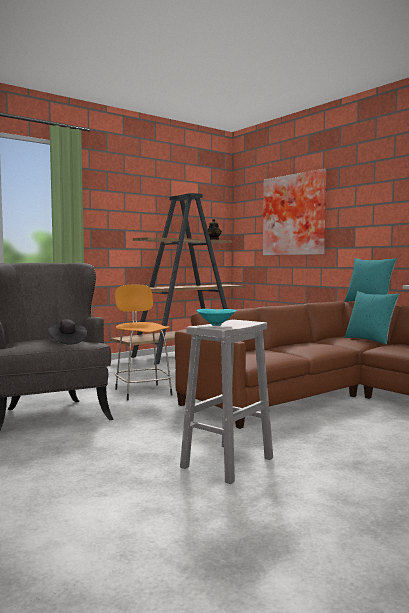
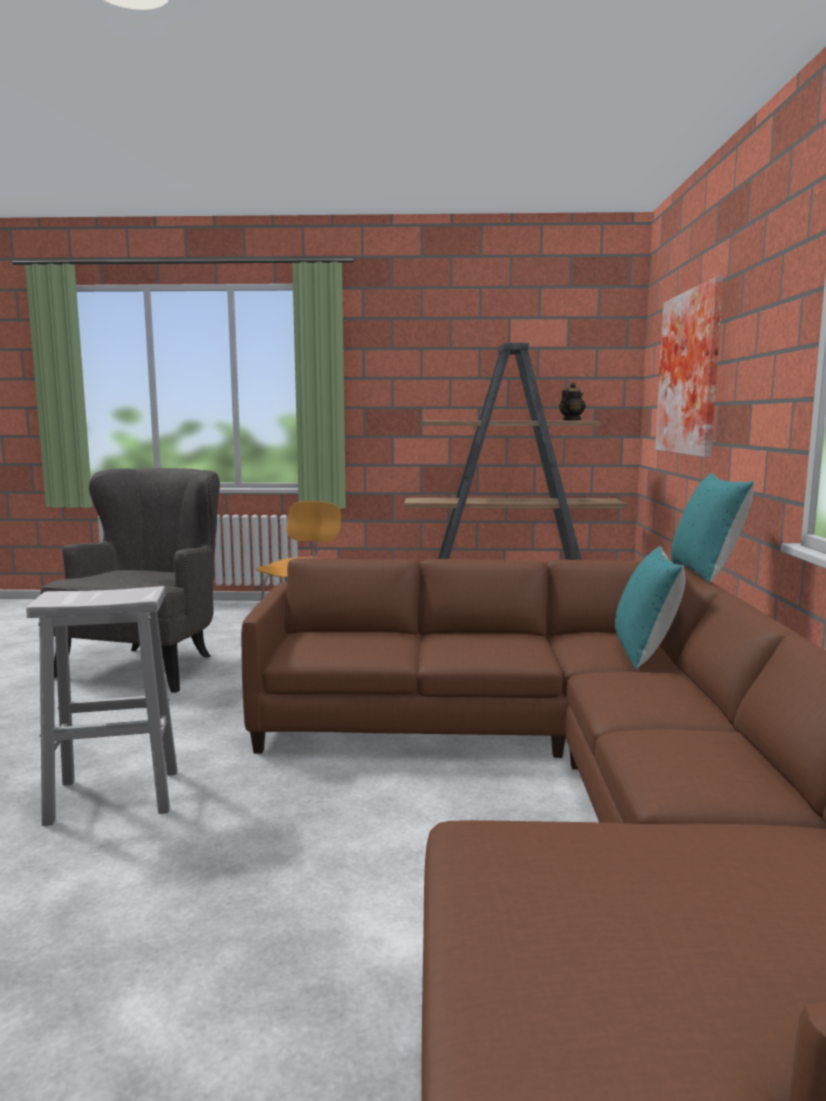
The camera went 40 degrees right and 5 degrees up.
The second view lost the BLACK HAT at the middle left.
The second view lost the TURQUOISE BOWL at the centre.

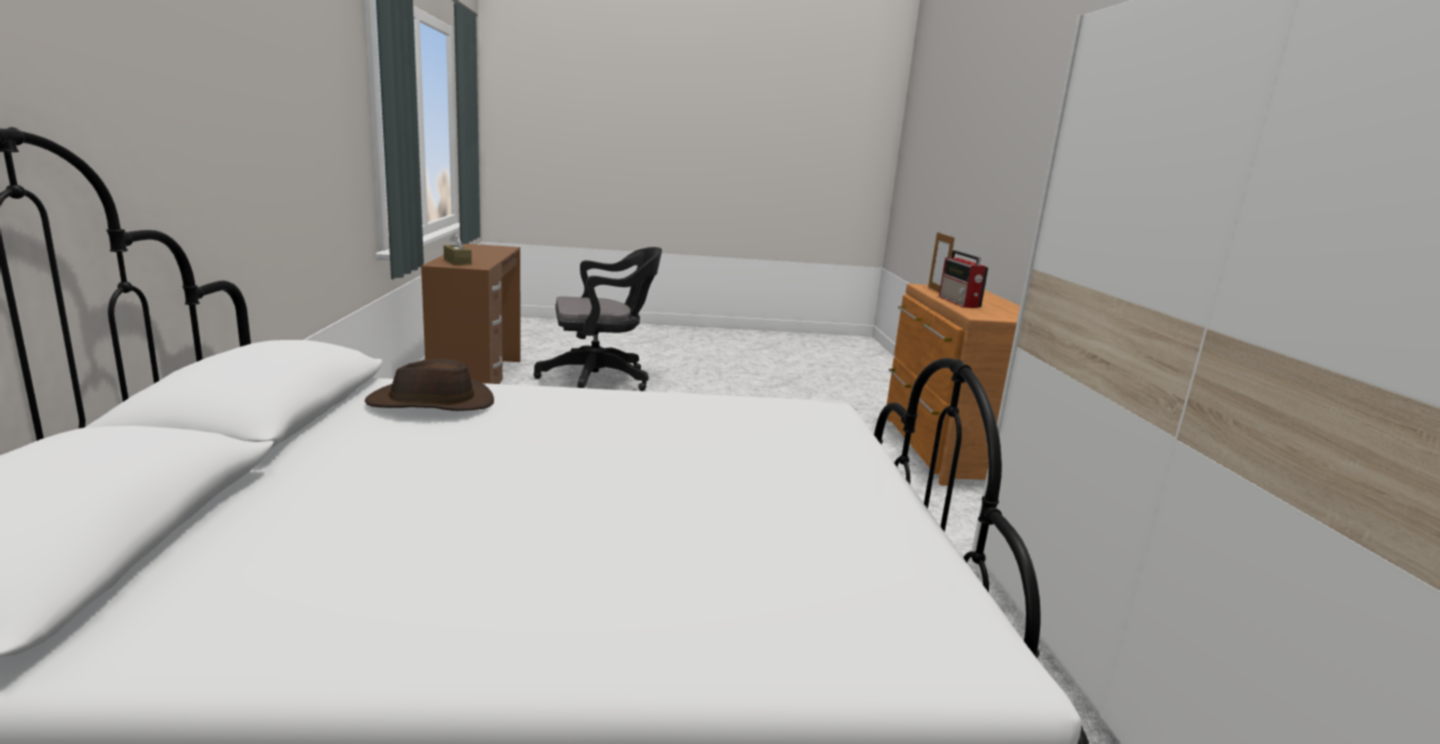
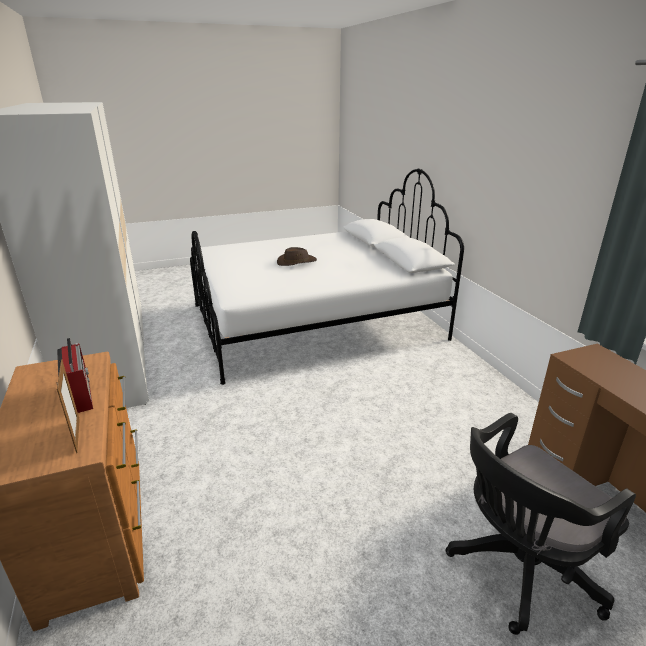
The camera went 165 degrees right and 10 degrees up.
The second view lost the BROWN TISSUE BOX at the middle left.
The BROWN HAT ended up elsewhere, having gone from the middle left to the centre.

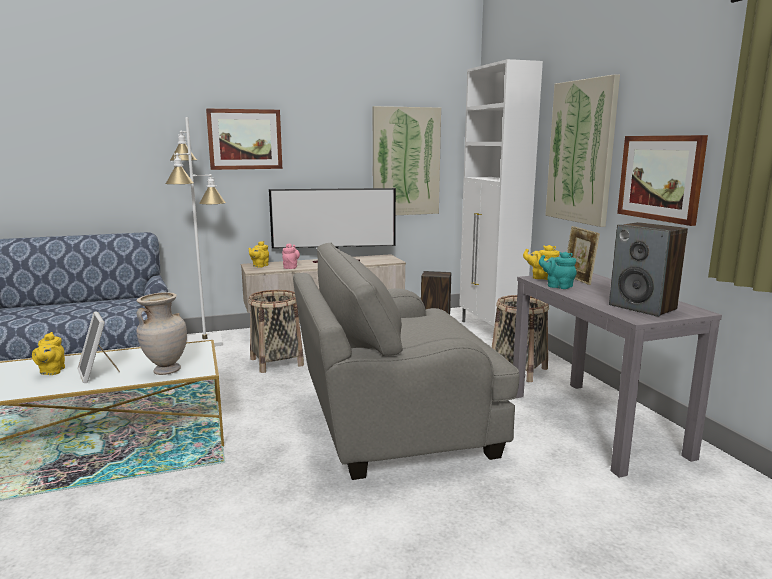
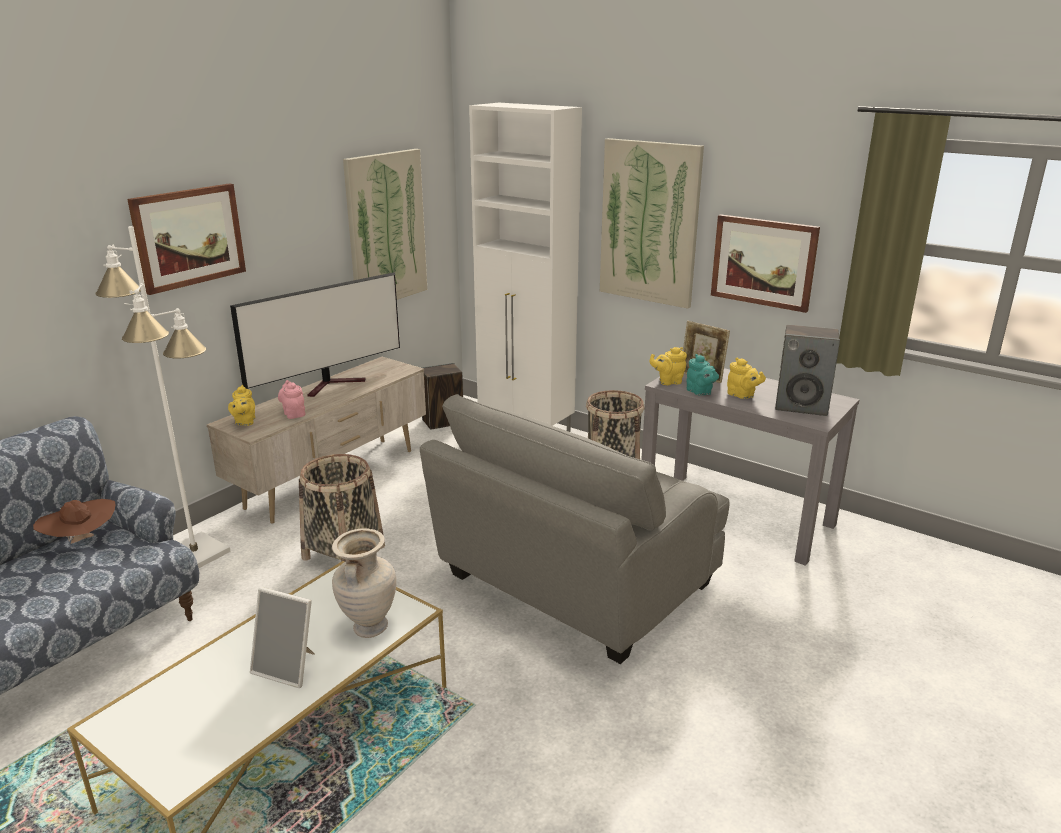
The camera went 35 degrees left and 10 degrees up.
The second view gained the BROWN HAT at the middle left.
The YELLOW TEAPOT (no. 1 from left in the first image) ended up elsewhere, having gone from the middle left to the middle right.
The TURQUOISE TEAPOT at the middle right ended up facing another way, 120 degrees counterclockwise from before.

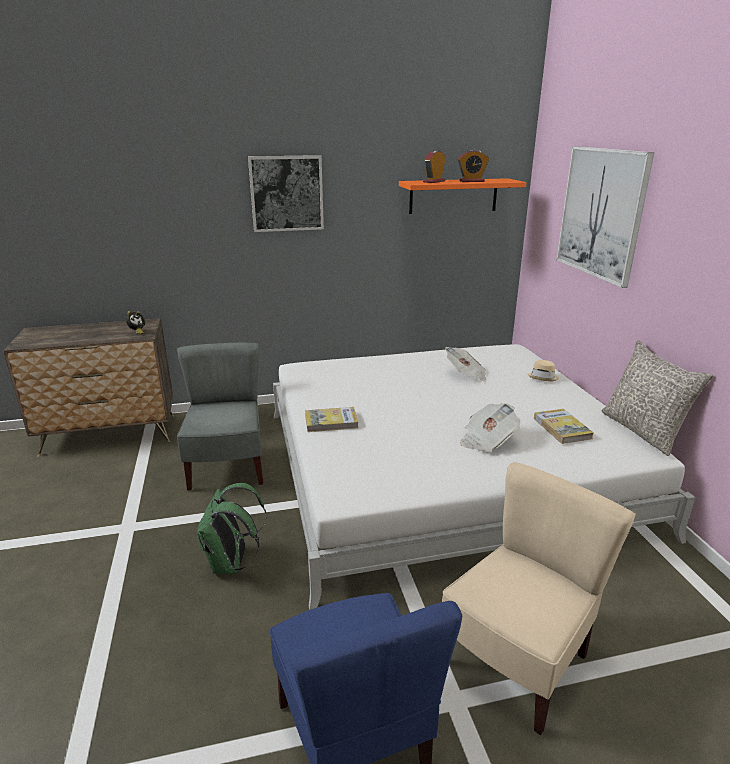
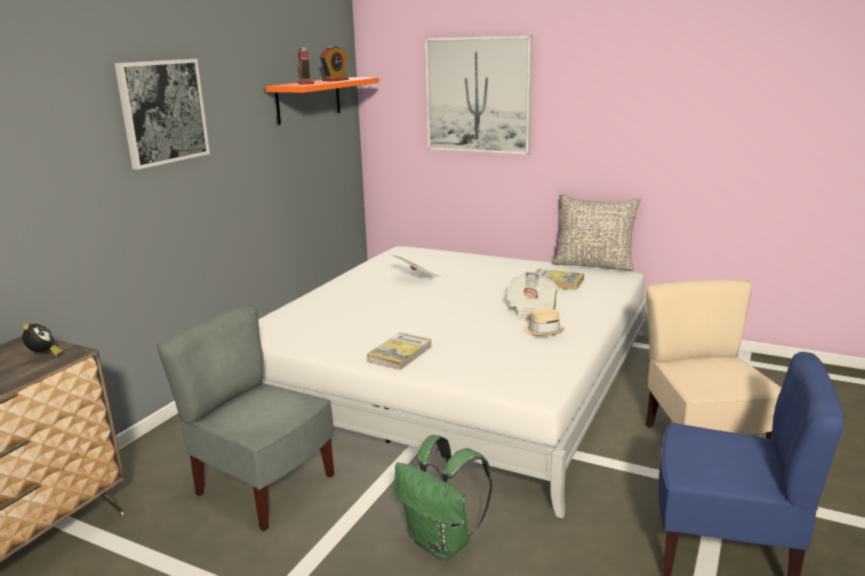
The camera went 50 degrees left and 5 degrees down.
The BEIGE HAT ended up elsewhere, having gone from the middle right to the centre.

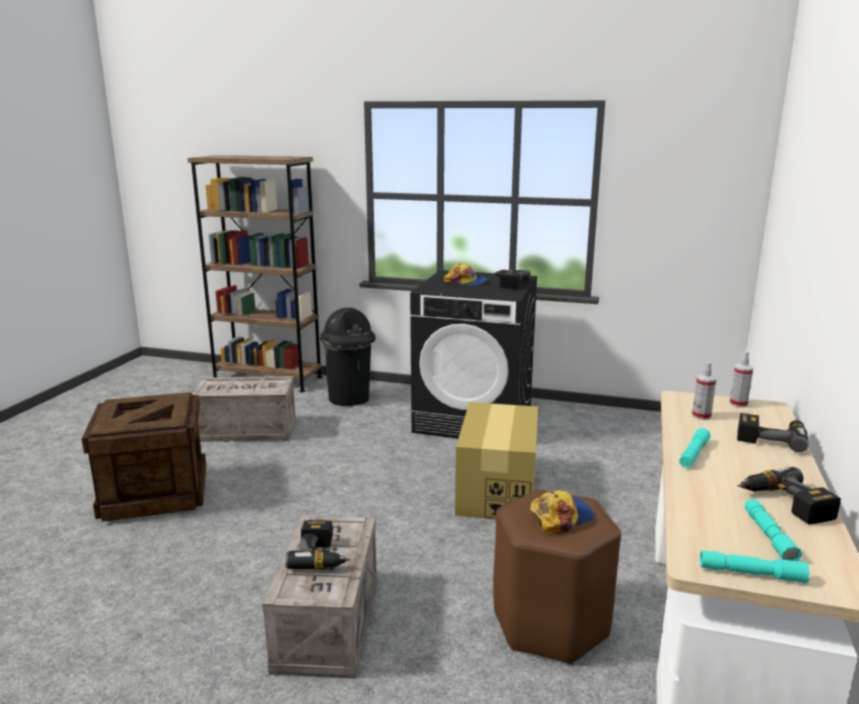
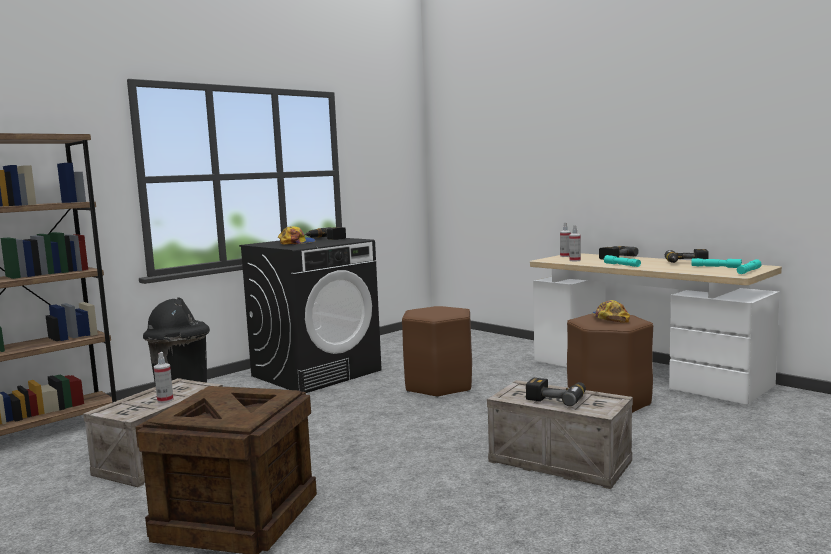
The camera went 60 degrees left and 10 degrees down.
The second view gained the SPRAY BOTTLE (no. 1 from left) at the bottom left.
Where the CARDBOARD BOX stood at the centre, the BROWN STOOL (no. 1 from left) came to stand at the centre.

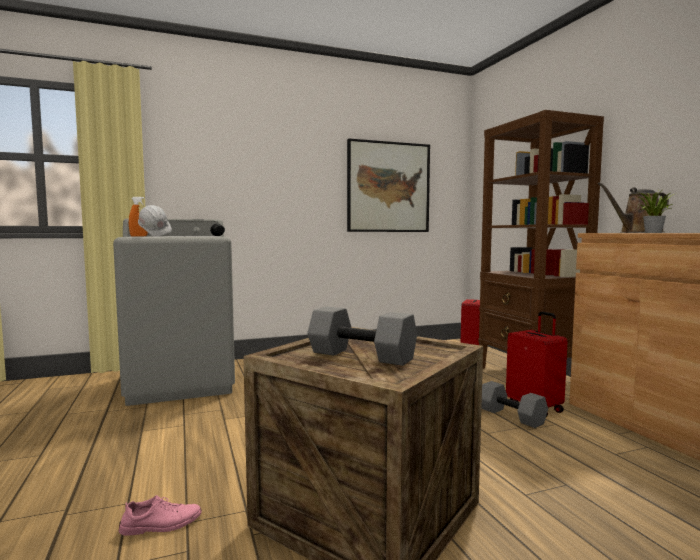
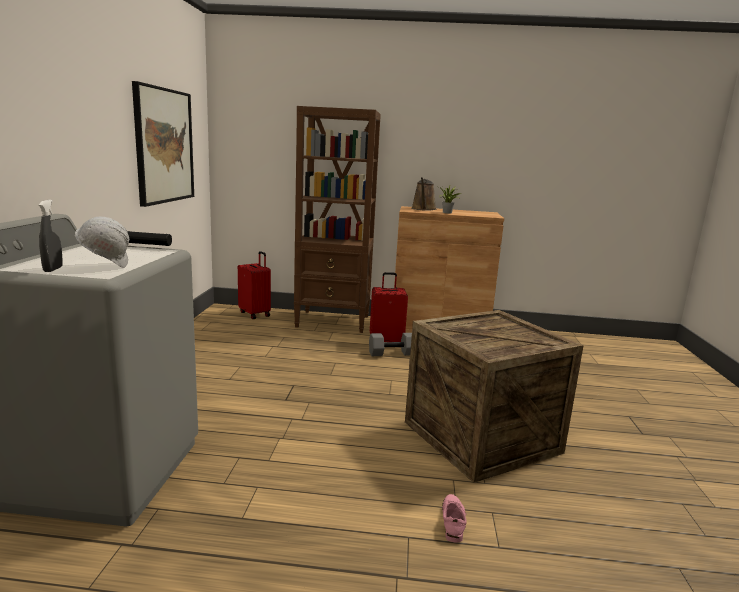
The camera went 65 degrees left and 10 degrees up.
The second view lost the GREY DUMBBELL (no. 1 from left) at the centre.
What was the ORANGE SPRAY BOTTLE at the middle left turned into the GREY SPRAY BOTTLE at the middle left.

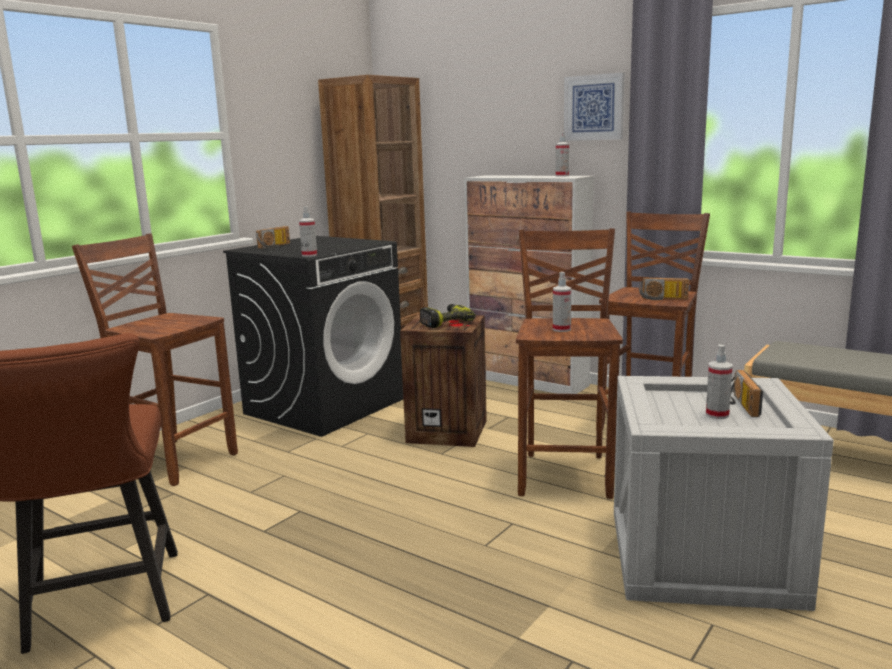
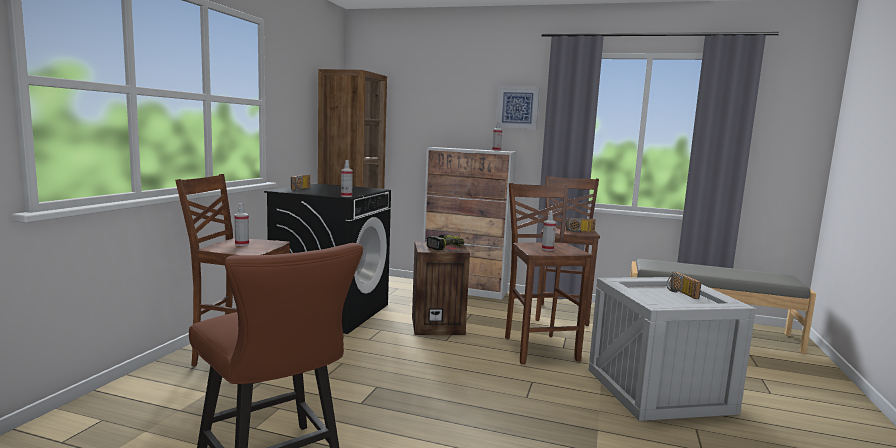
The camera went 20 degrees left and 5 degrees down.
The SPRAY BOTTLE (no. 4 from left in the first image) ended up elsewhere, having gone from the middle right to the middle left.

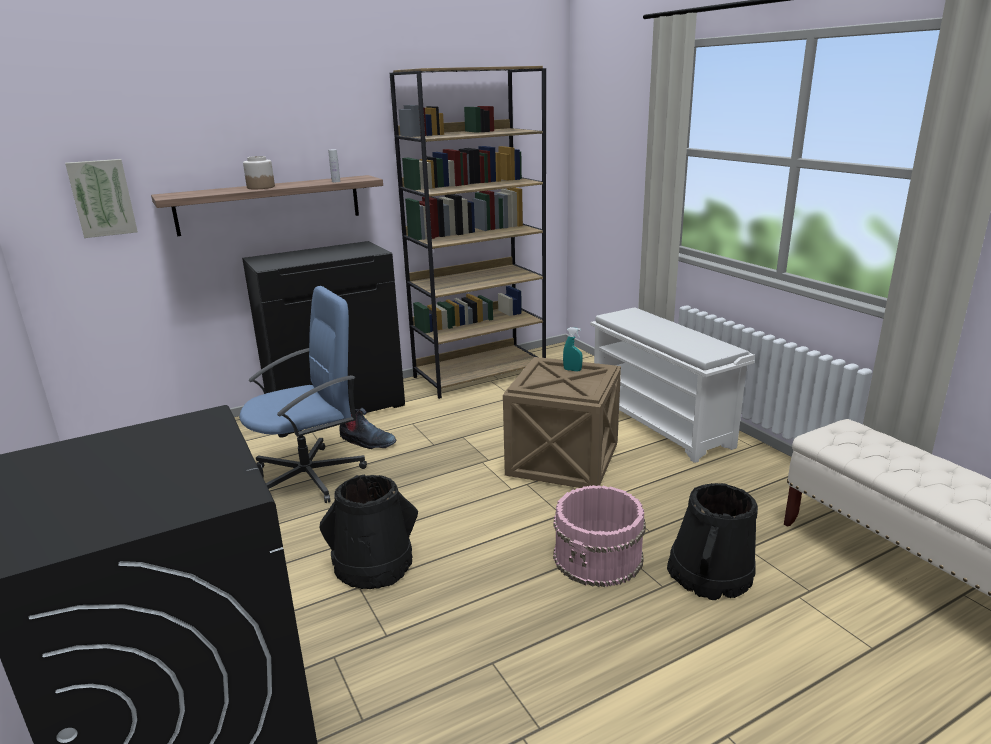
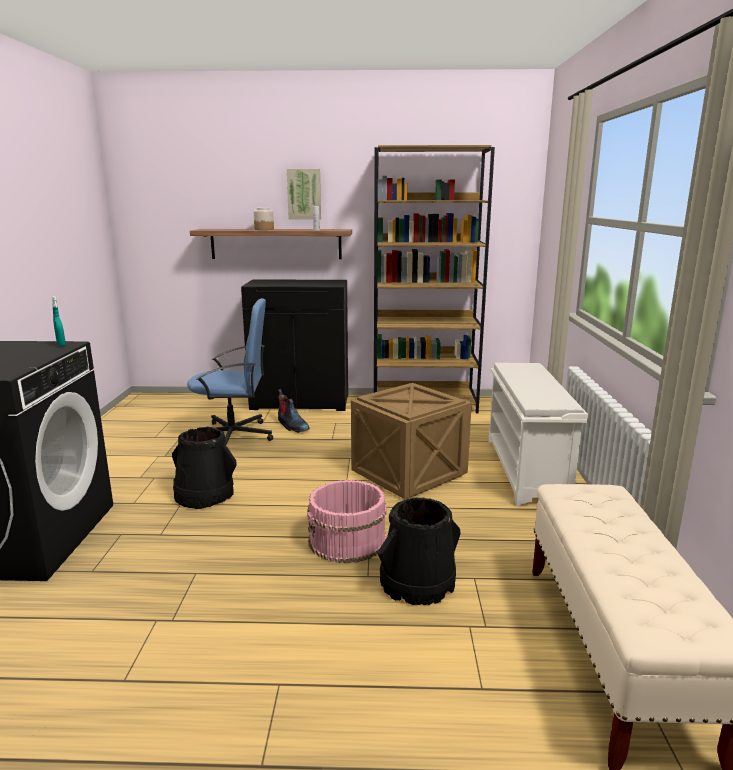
The camera went 30 degrees right and 5 degrees down.
The PICTURE ended up elsewhere, having gone from the top left to the top centre.
The TURQUOISE SPRAY BOTTLE ended up elsewhere, having gone from the centre to the middle left.

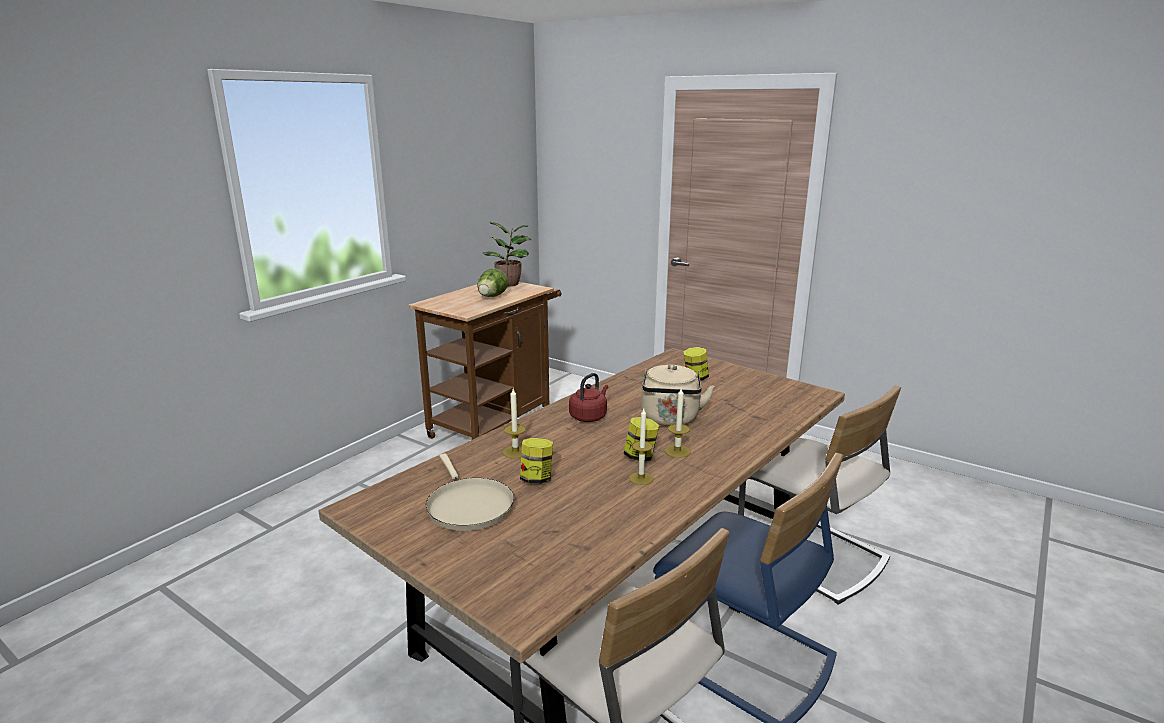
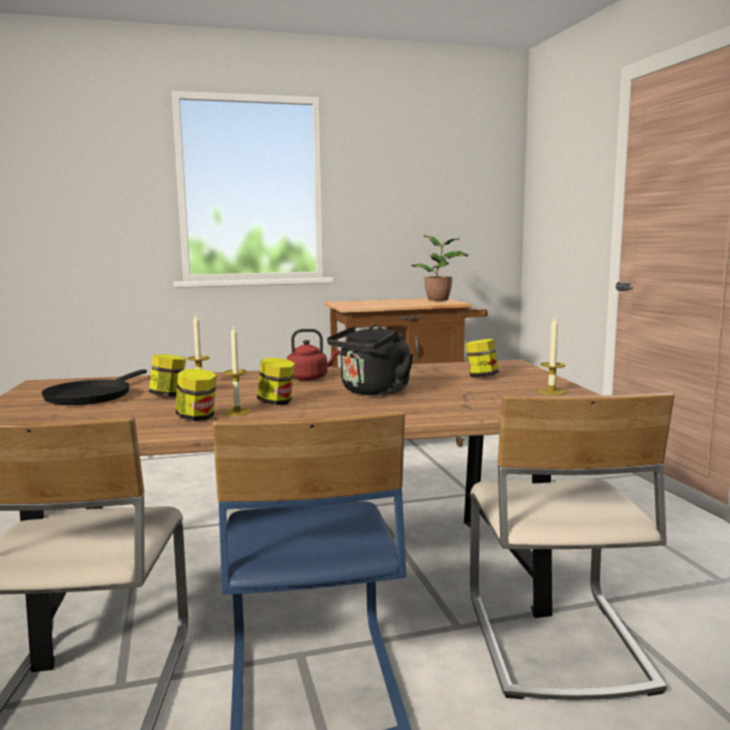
The camera went 40 degrees right and 10 degrees down.
The second view lost the LETTUCE at the centre.
The second view gained the JAR (no. 2 from left) at the middle left.
The CANDLE (no. 3 from left) ended up elsewhere, having gone from the centre to the middle right.
What was the BEIGE FRYING PAN at the bottom centre turned into the BLACK FRYING PAN at the middle left.
What was the BEIGE KETTLE at the centre turned into the BLACK KETTLE at the centre.

